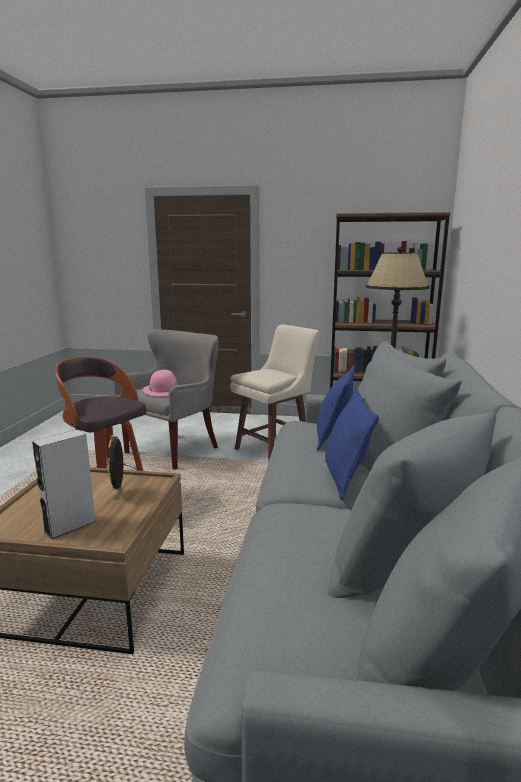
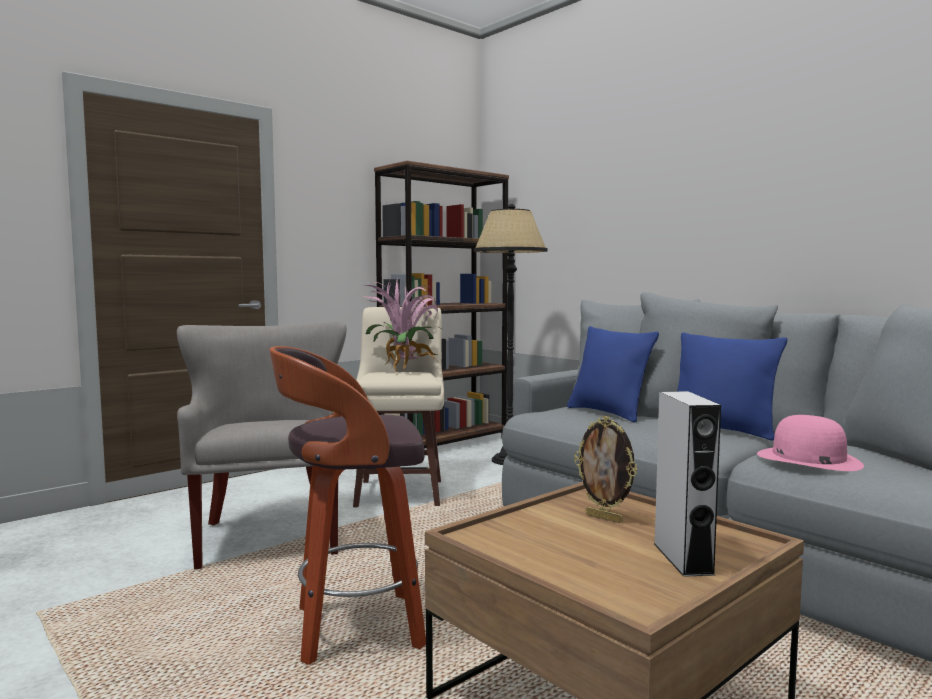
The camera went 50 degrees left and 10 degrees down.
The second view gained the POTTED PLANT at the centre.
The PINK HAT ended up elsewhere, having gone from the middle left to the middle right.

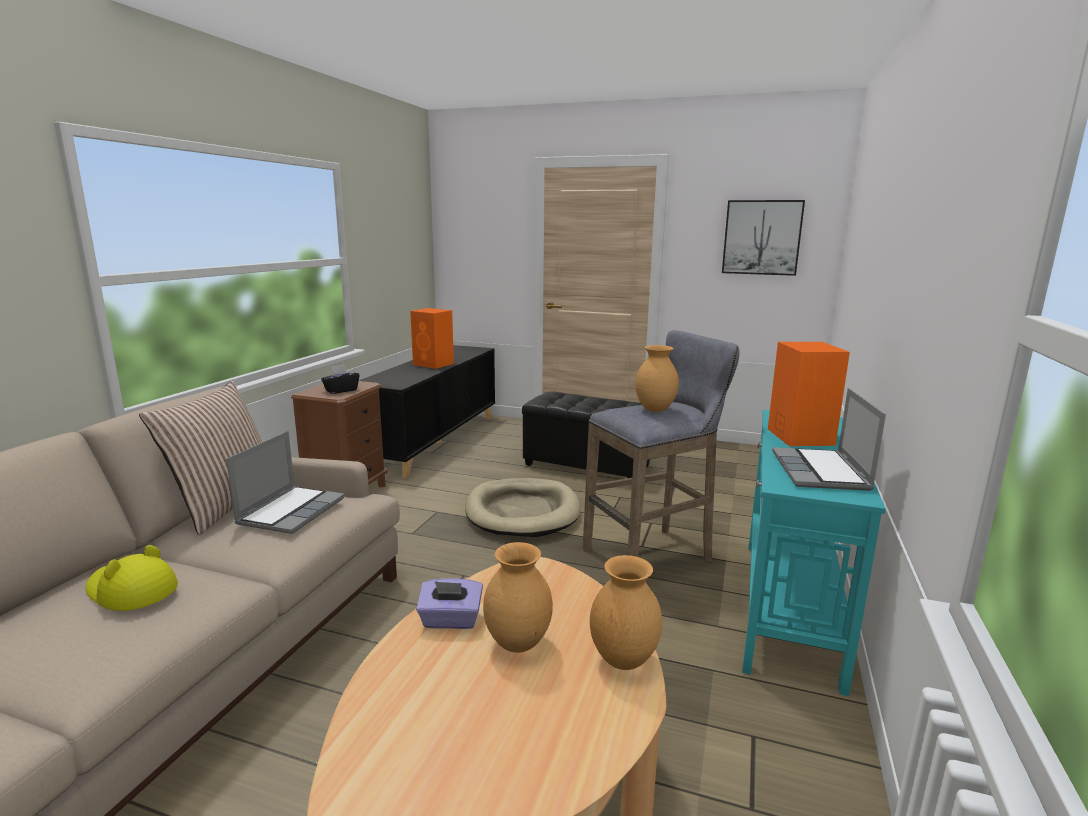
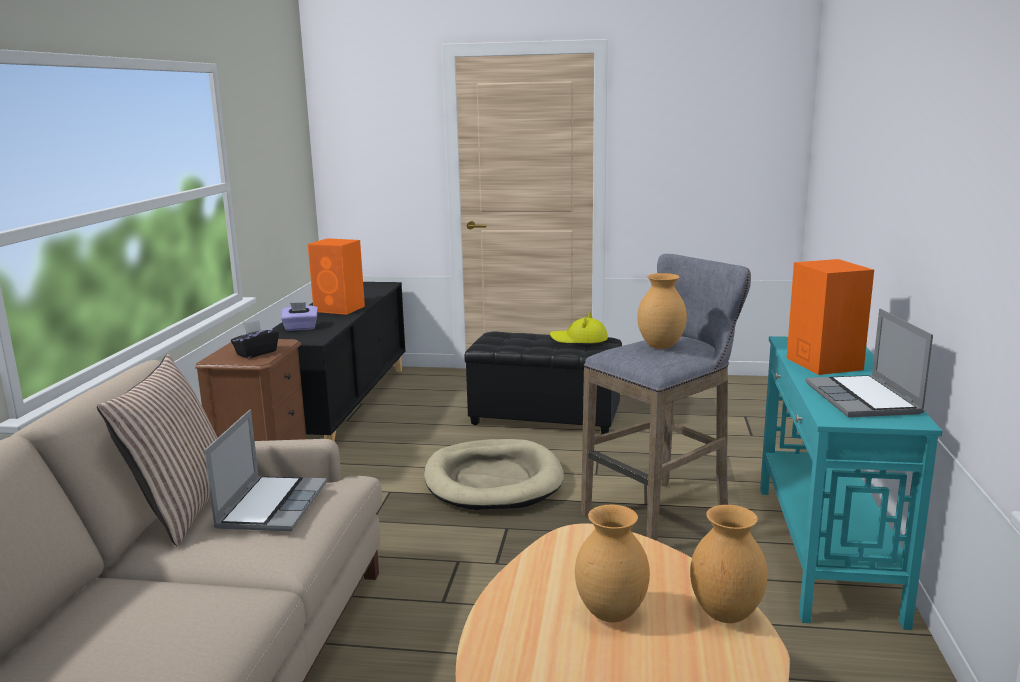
The camera went 10 degrees left and 0 degrees up.
The second view lost the PICTURE at the top right.
The YELLOW HAT ended up elsewhere, having gone from the bottom left to the centre.
The PURPLE TISSUE BOX ended up elsewhere, having gone from the bottom centre to the middle left.

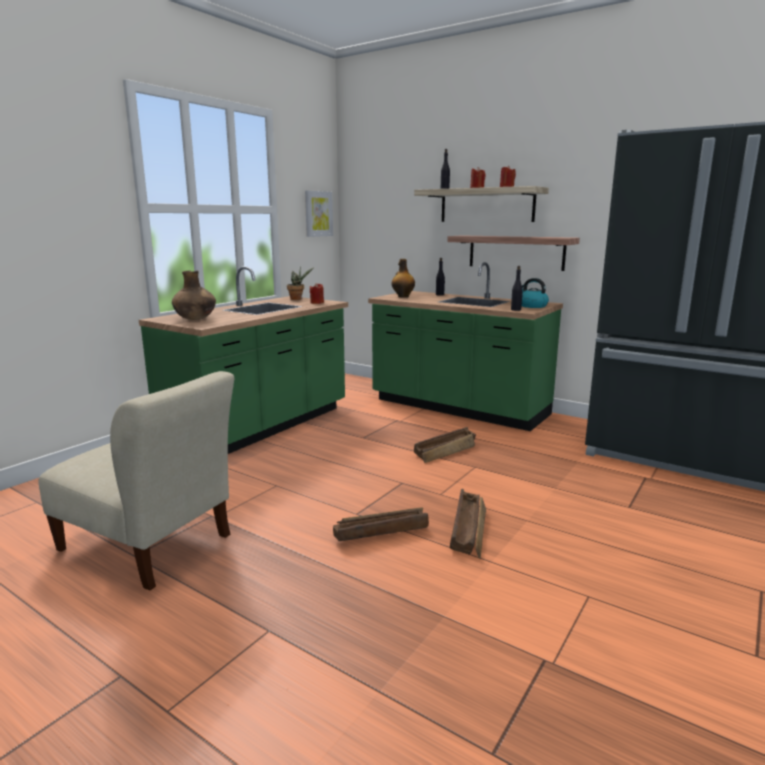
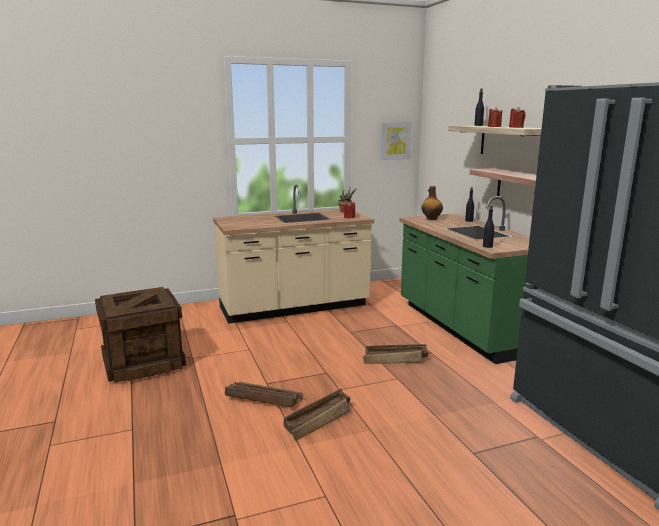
The camera went 35 degrees right and 0 degrees up.
The second view lost the BROWN VASE at the middle left.
The second view lost the KETTLE at the middle right.
Where the BEIGE CHAIR stood at the middle left, the CRATE (no. 1 from left) came to stand at the middle left.
What was the GREEN COUNTER (no. 1 from left) at the middle left turned into the BEIGE COUNTER at the centre.

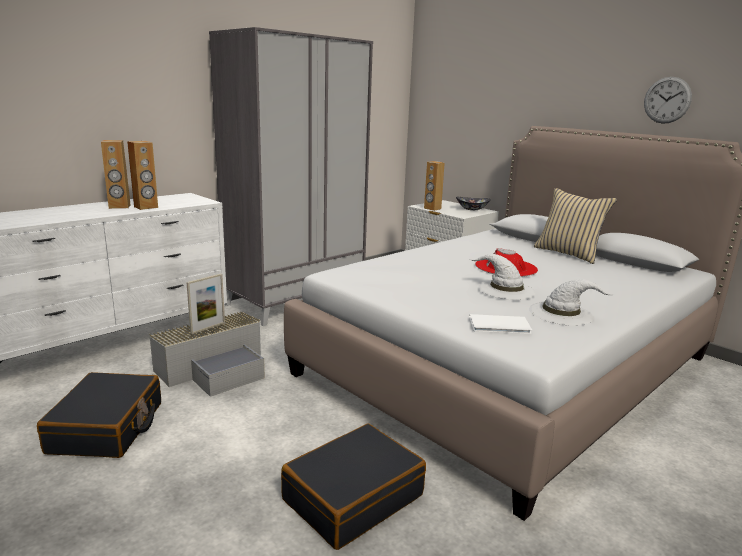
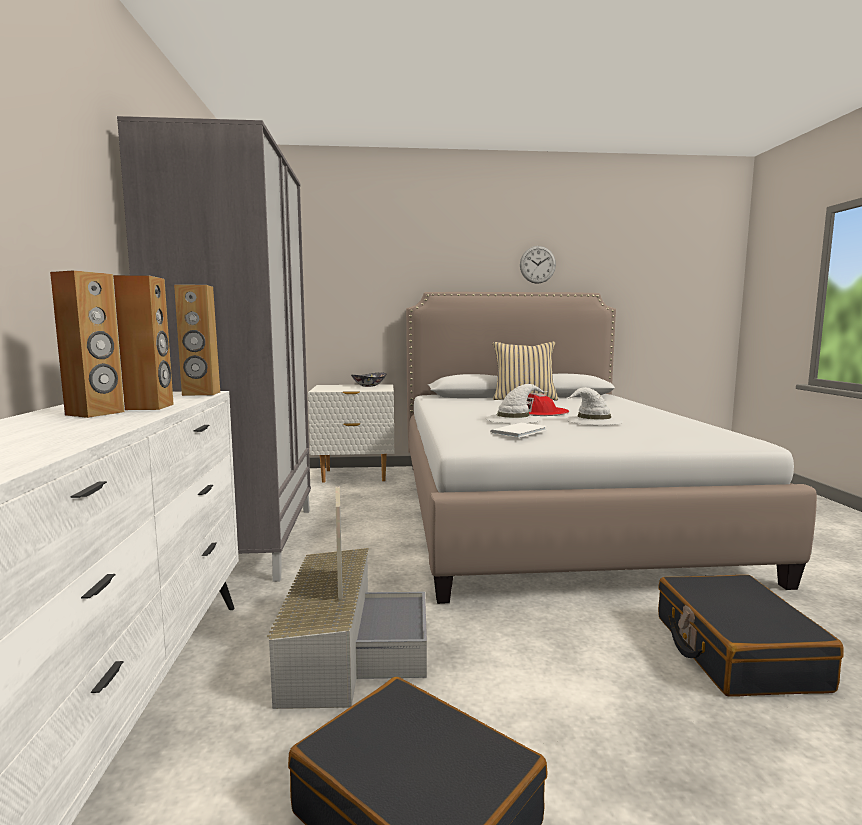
The camera went 50 degrees left and 10 degrees down.
The BROWN SPEAKER (no. 3 from left) ended up elsewhere, having gone from the centre to the middle left.
The WHITE BOOK ended up elsewhere, having gone from the middle right to the centre.
The WHITE HAT (no. 2 from left in the first image) ended up elsewhere, having gone from the middle right to the centre.

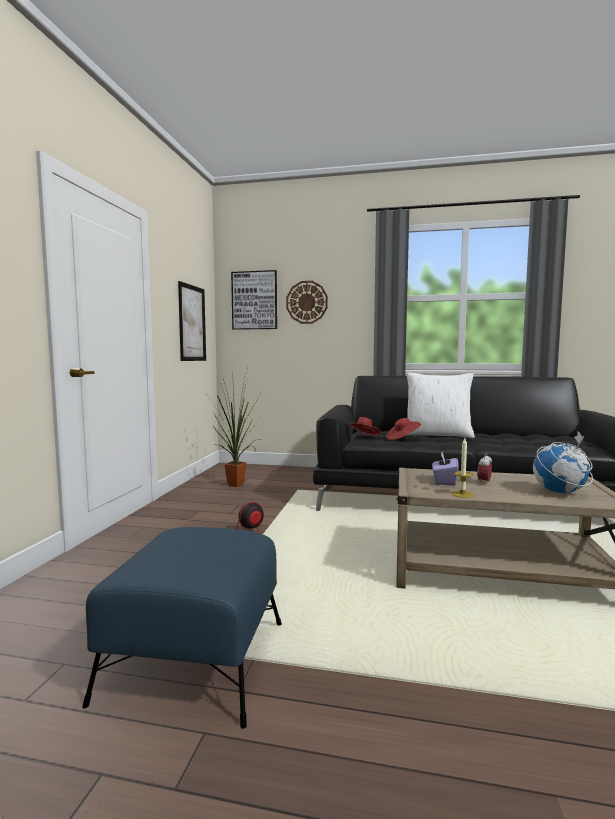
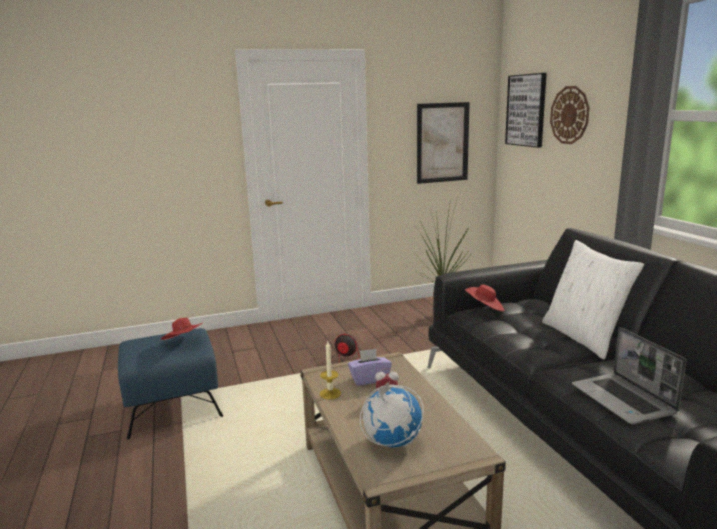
The camera went 60 degrees right and 10 degrees up.
The second view gained the LAPTOP at the bottom right.
The RED HAT (no. 2 from left in the first image) ended up elsewhere, having gone from the centre to the middle left.

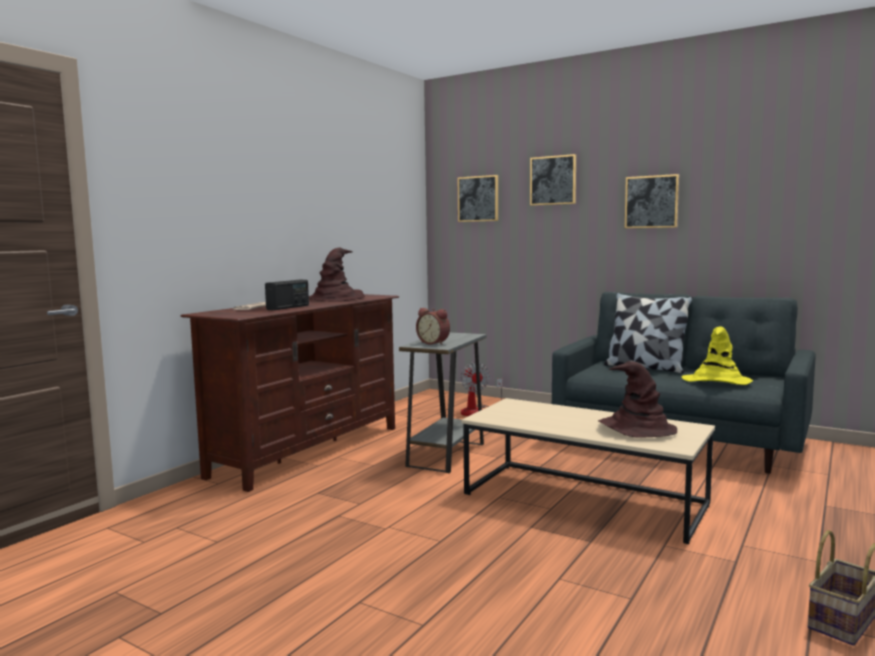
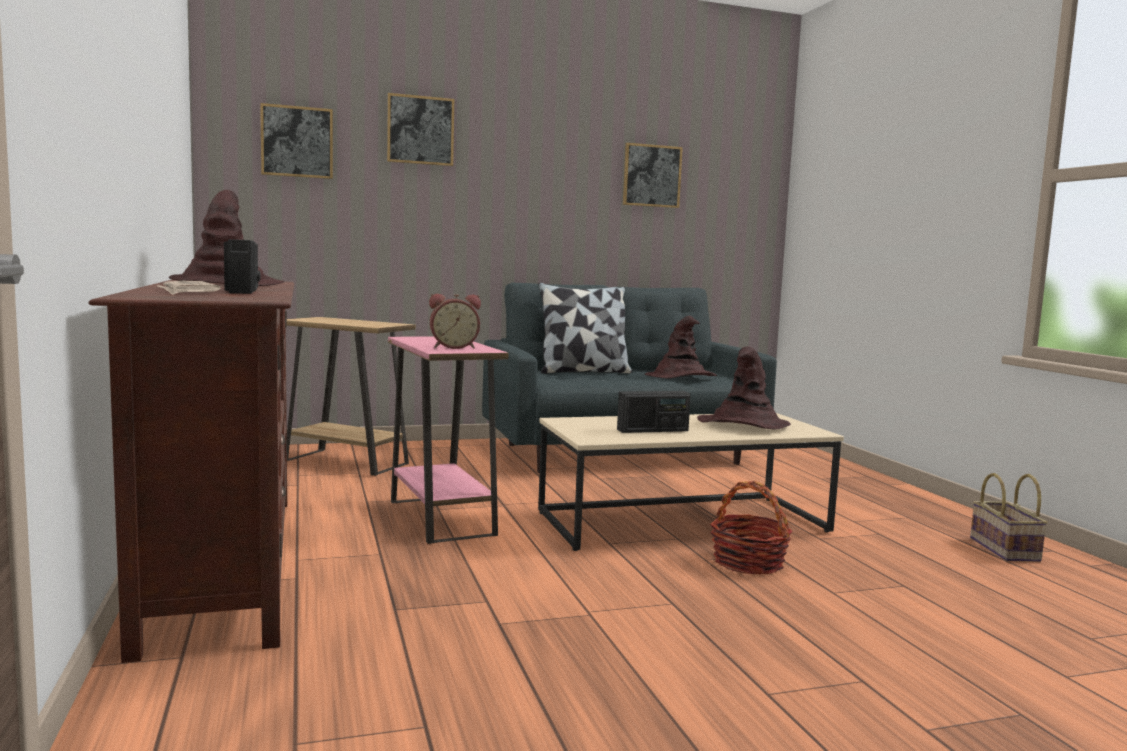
The camera went 50 degrees left and 0 degrees up.
The second view gained the RADIO (no. 2 from left) at the centre.
The second view gained the BASKET (no. 1 from left) at the bottom centre.
The PICTURE (no. 3 from left) ended up elsewhere, having gone from the top right to the top centre.
Where the FAN stood at the centre, the BROWN SIDE TABLE came to stand at the middle left.
What was the GREY SIDE TABLE at the centre turned into the PINK SIDE TABLE at the centre.
What was the YELLOW HAT at the middle right turned into the BROWN HAT (no. 2 from left) at the centre.

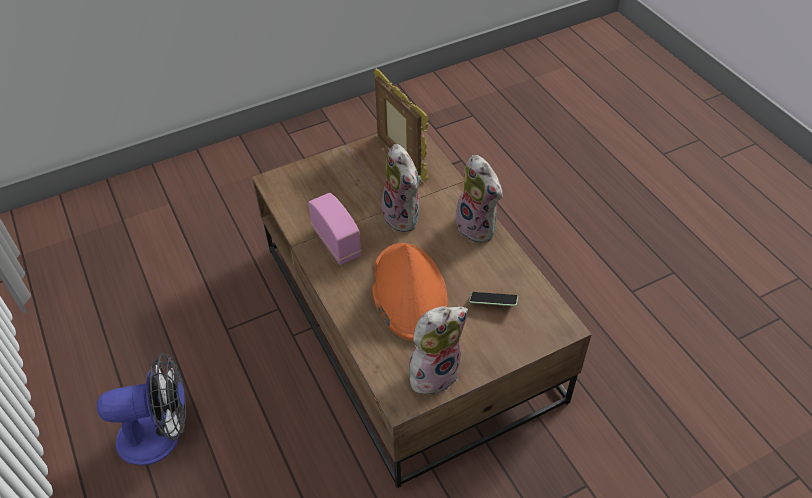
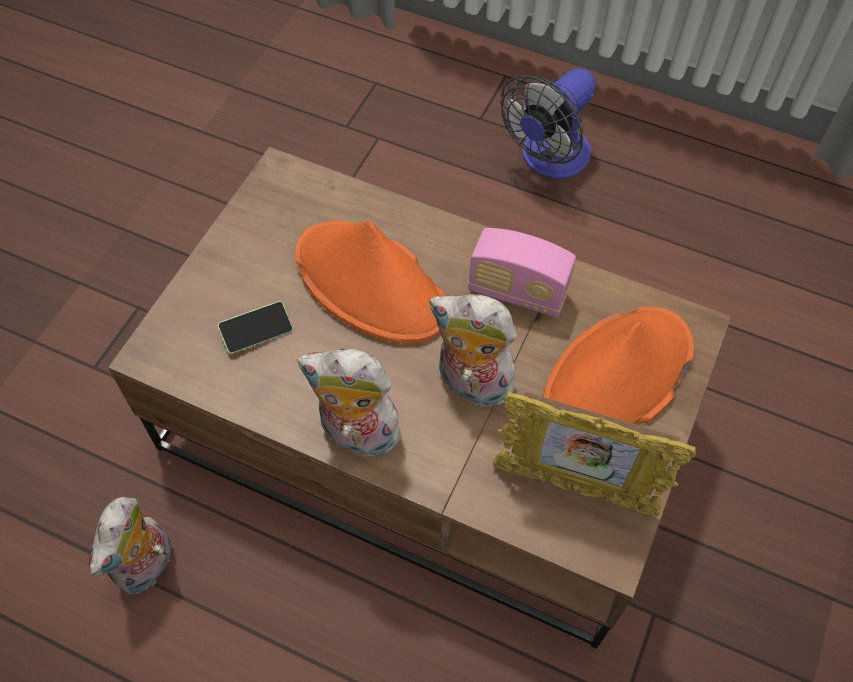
The camera went 140 degrees right and 10 degrees up.
The second view gained the ORANGE HAT (no. 2 from left) at the middle right.
The PLUSH TOY (no. 2 from left in the first image) ended up elsewhere, having gone from the bottom centre to the bottom left.

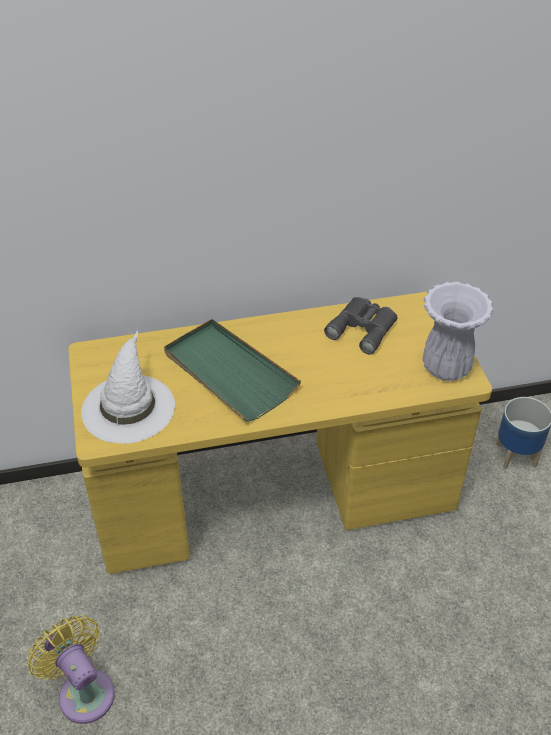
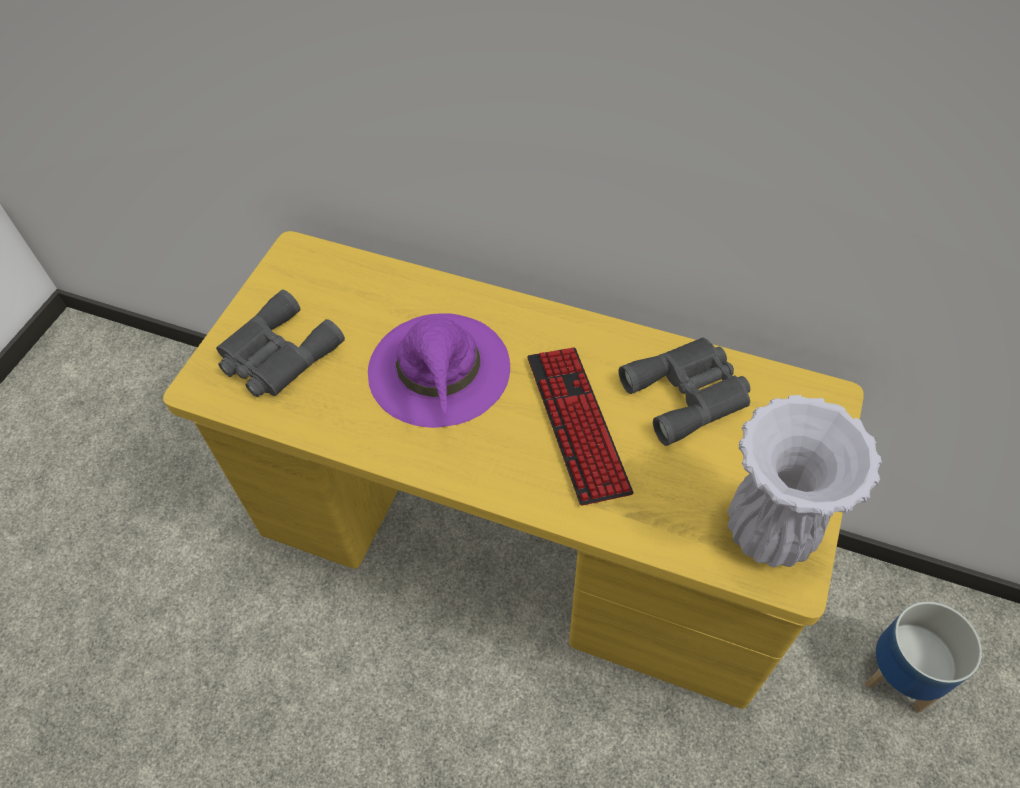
The camera went 35 degrees right and 10 degrees up.
The second view lost the YELLOW FAN at the bottom left.
The second view gained the KEYBOARD at the centre.
Where the WHITE HAT stood at the middle left, the GREY BINOCULARS (no. 1 from left) came to stand at the middle left.
Where the GREEN TRAY stood at the centre, the PURPLE HAT came to stand at the centre.

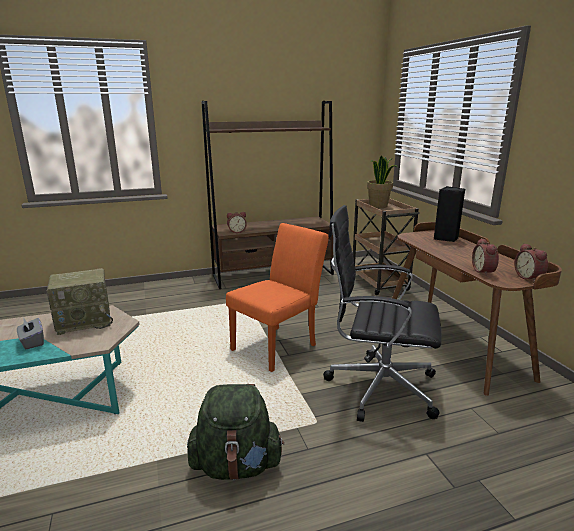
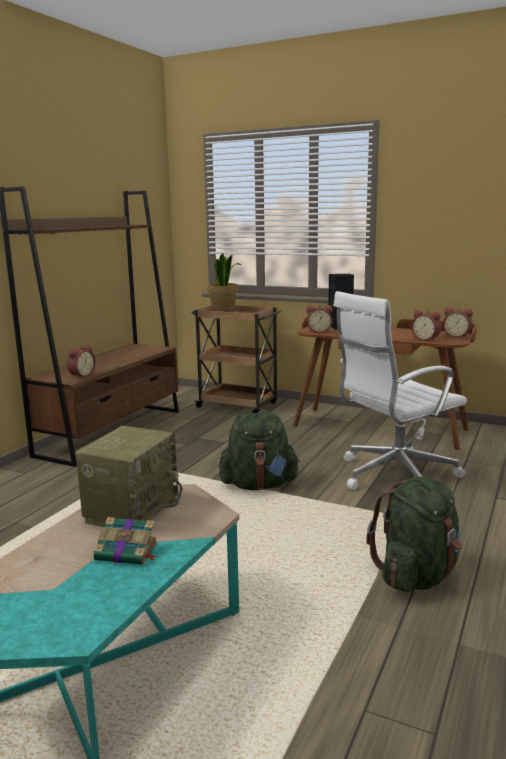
The camera went 45 degrees left and 5 degrees down.
The second view gained the ALARM CLOCK (no. 2 from left) at the centre.
Where the GREY TISSUE BOX stood at the middle left, the BOOK came to stand at the bottom left.
Where the ORANGE CHAIR stood at the centre, the GREEN BACKPACK (no. 1 from left) came to stand at the centre.
What was the BLACK OFFICE CHAIR at the centre turned into the WHITE OFFICE CHAIR at the middle right.

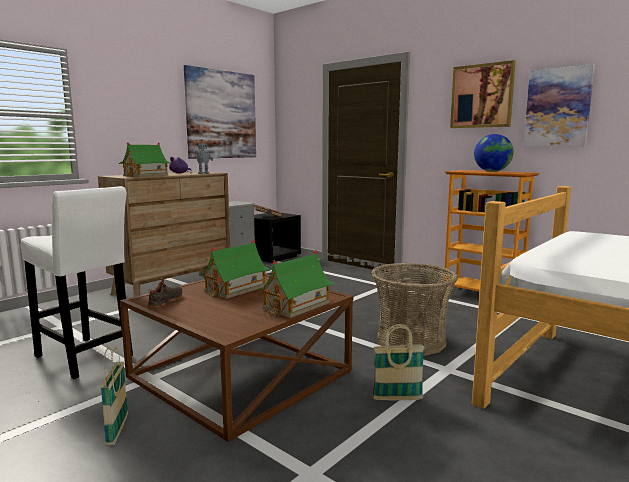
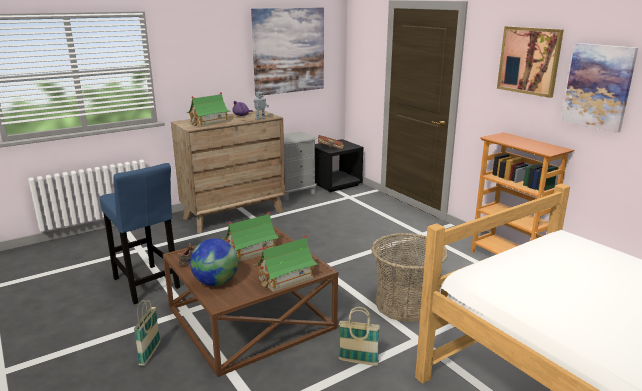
The camera went 15 degrees right and 10 degrees up.
The GLOBE ended up elsewhere, having gone from the top right to the bottom centre.
What was the WHITE STOOL at the middle left turned into the BLUE STOOL at the middle left.

